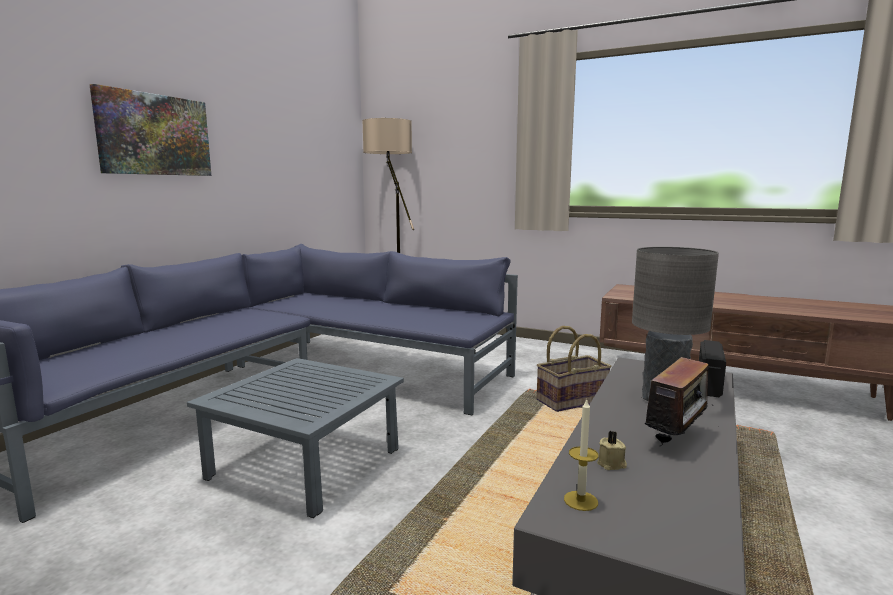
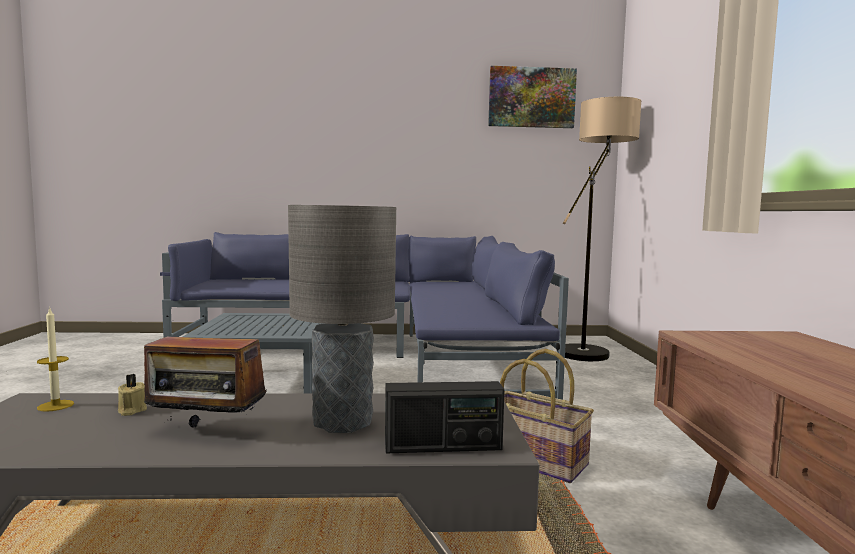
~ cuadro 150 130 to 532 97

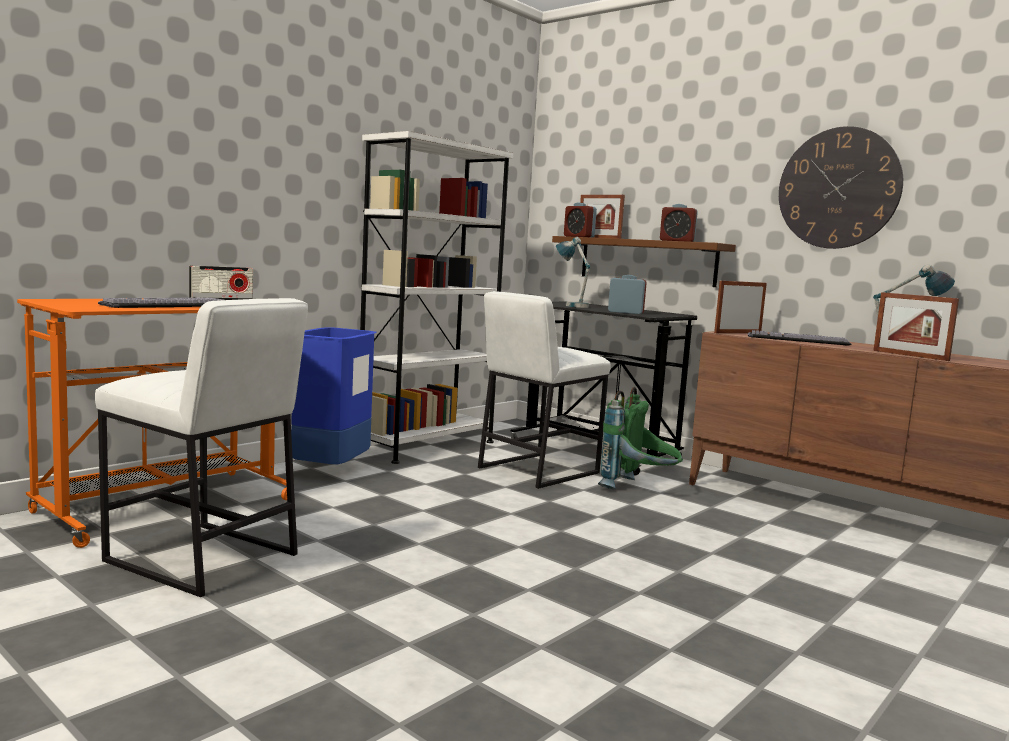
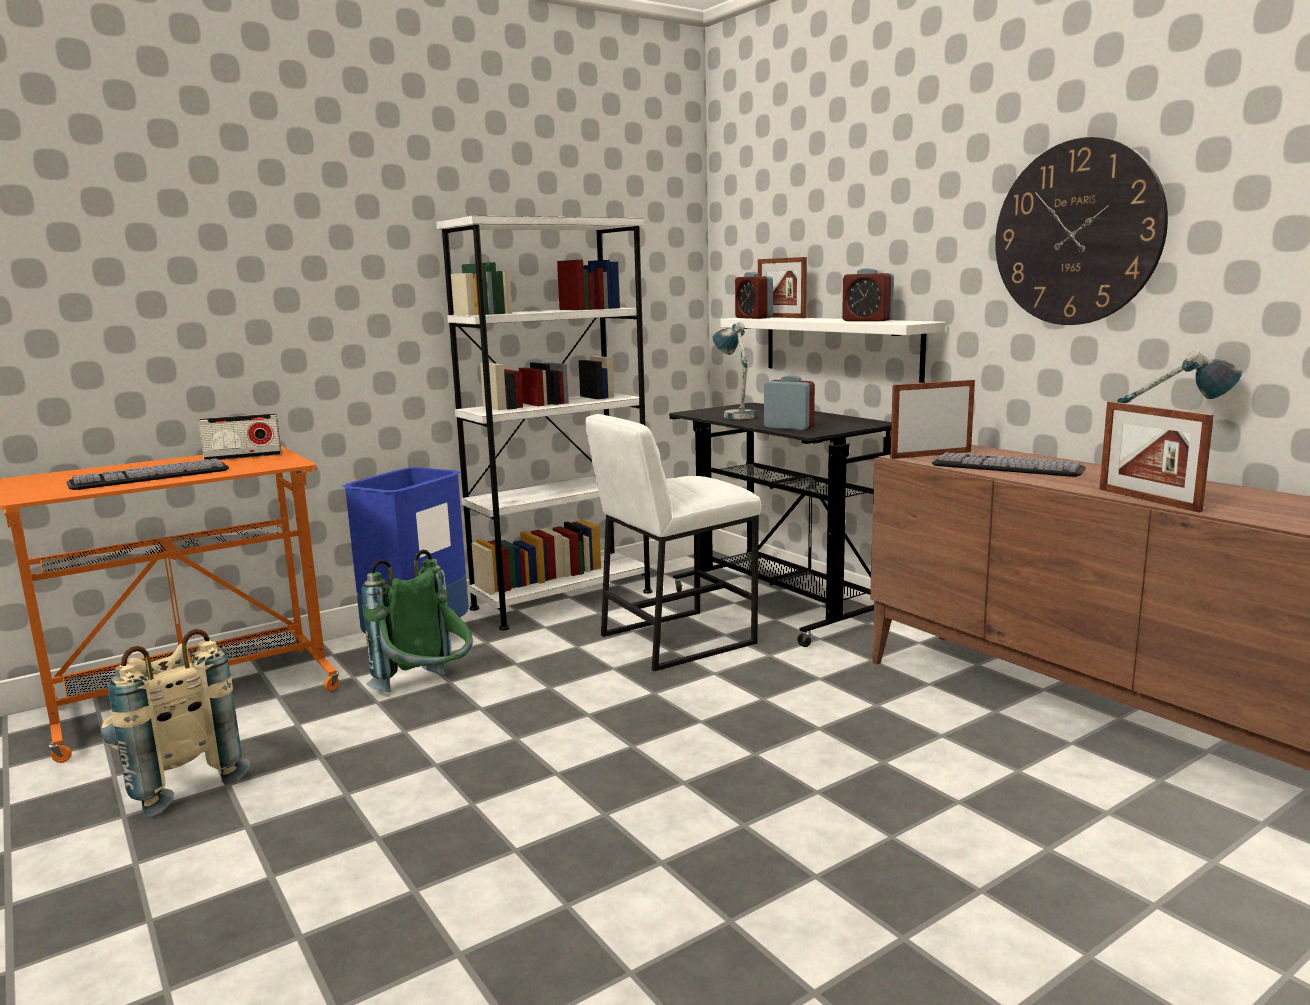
~ silla (blanco) 201 447 to mochila (beis) 175 723
~ estante (marrón) 644 261 to estante (blanco) 833 350
~ mochila (verde) 640 438 to 417 621

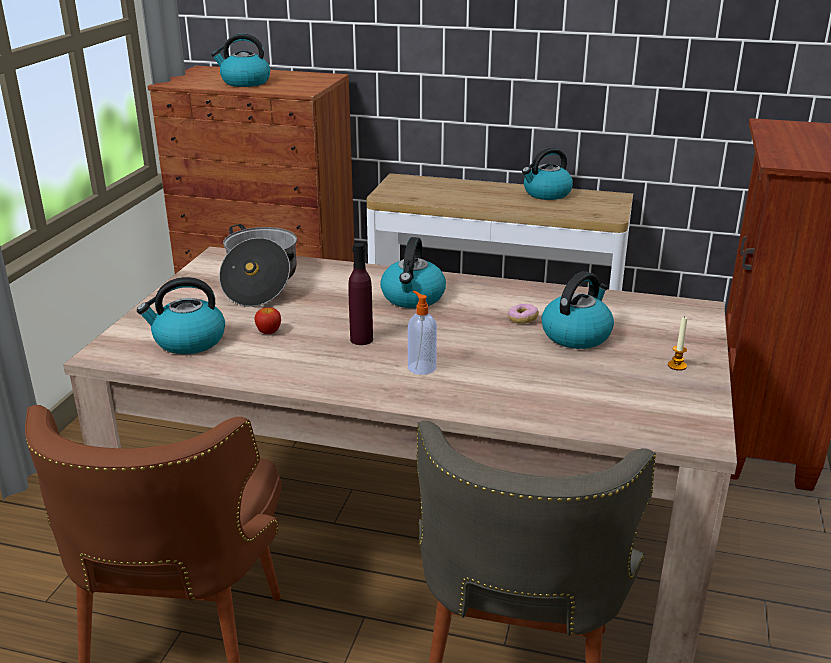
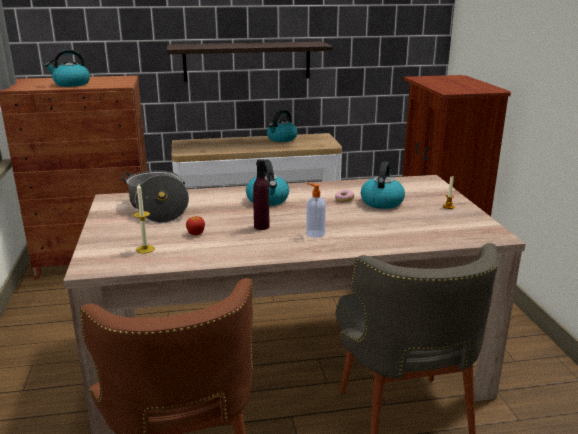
~ hervidor 181 315 to vela 144 218
+ estante 250 62

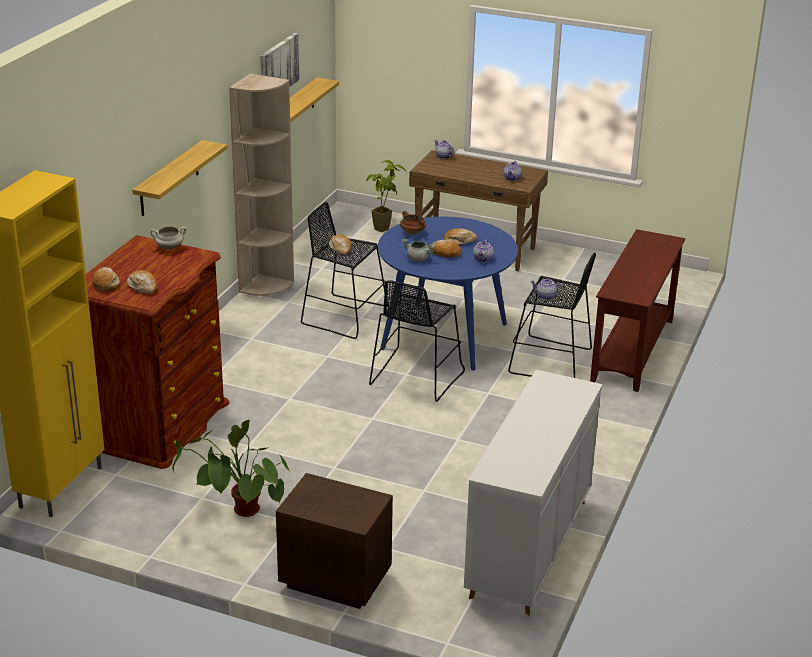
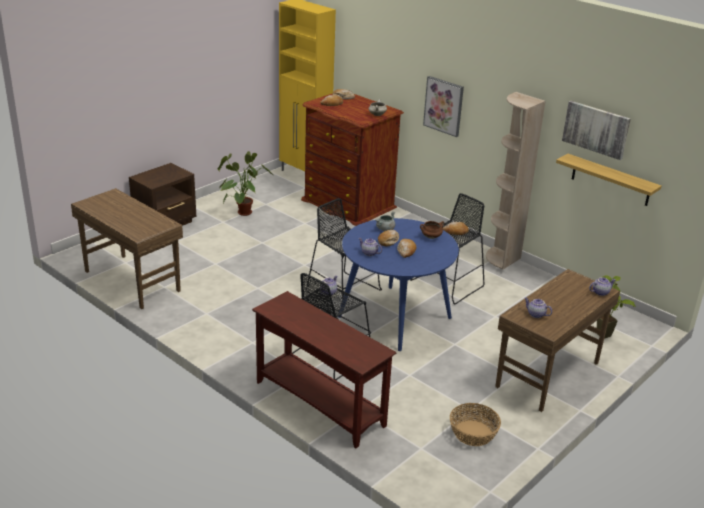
~ estante 180 178 to cuadro 443 106
~ armario (blanco) 533 492 to mesa consola (marrón) 127 248
+ cesta 475 424

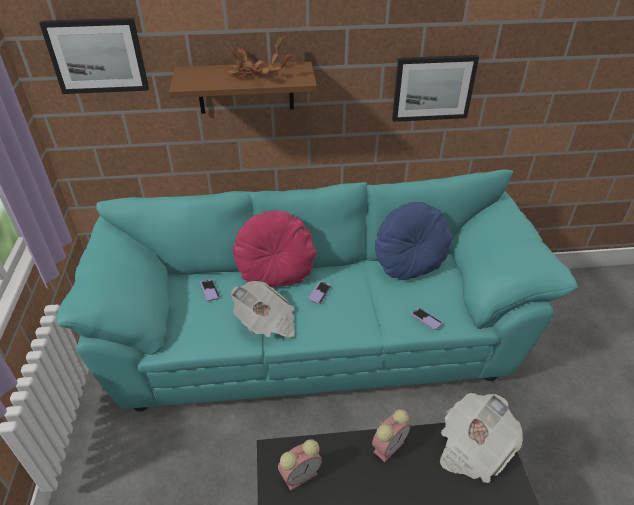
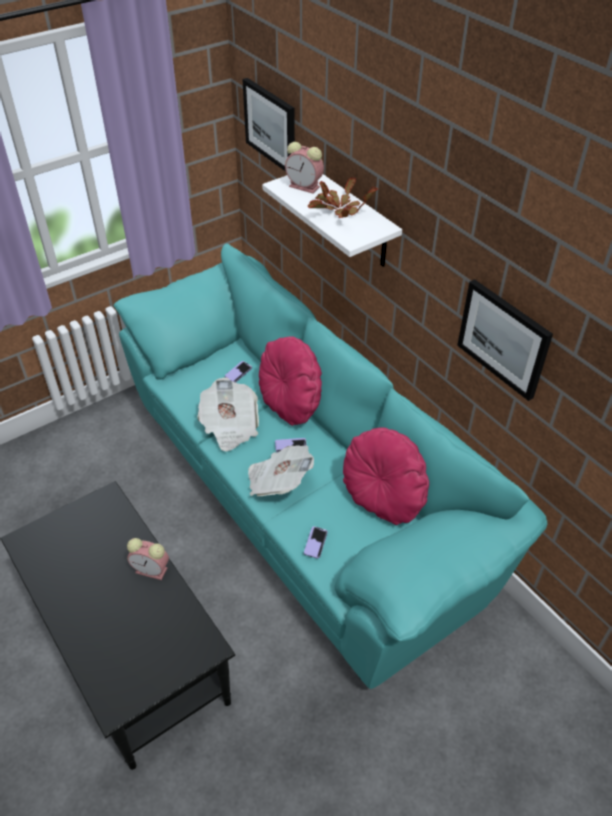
~ estante (marrón) 243 88 to estante (blanco) 332 220
~ despertador 300 465 to 304 167
~ cojín (azul) 414 241 to cojín (rosa) 386 476
~ periódico 481 438 to 281 470

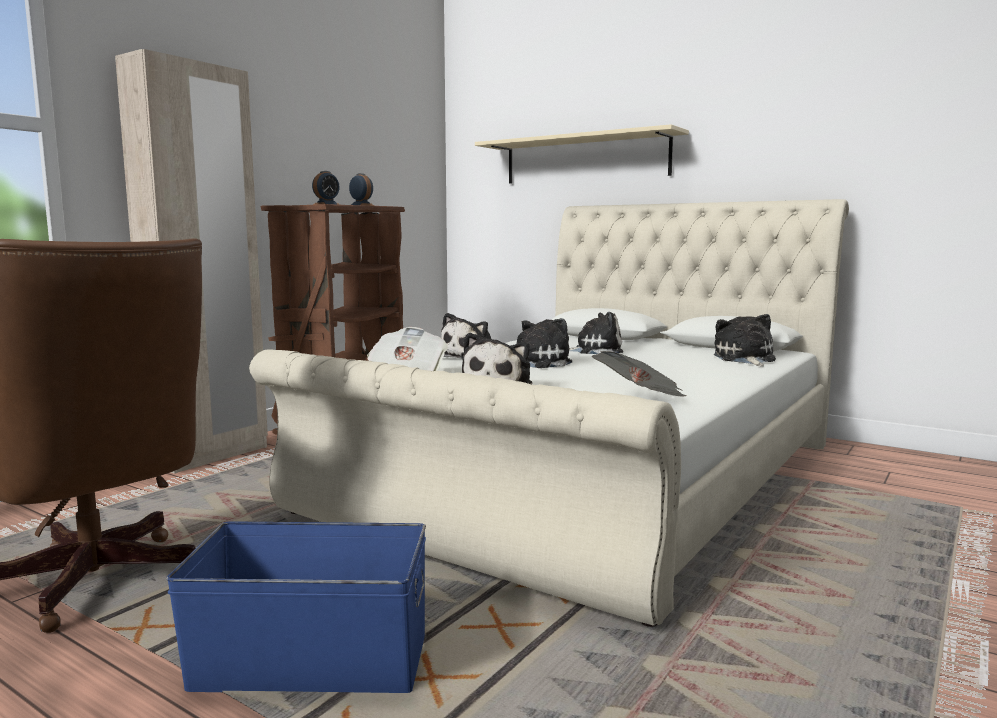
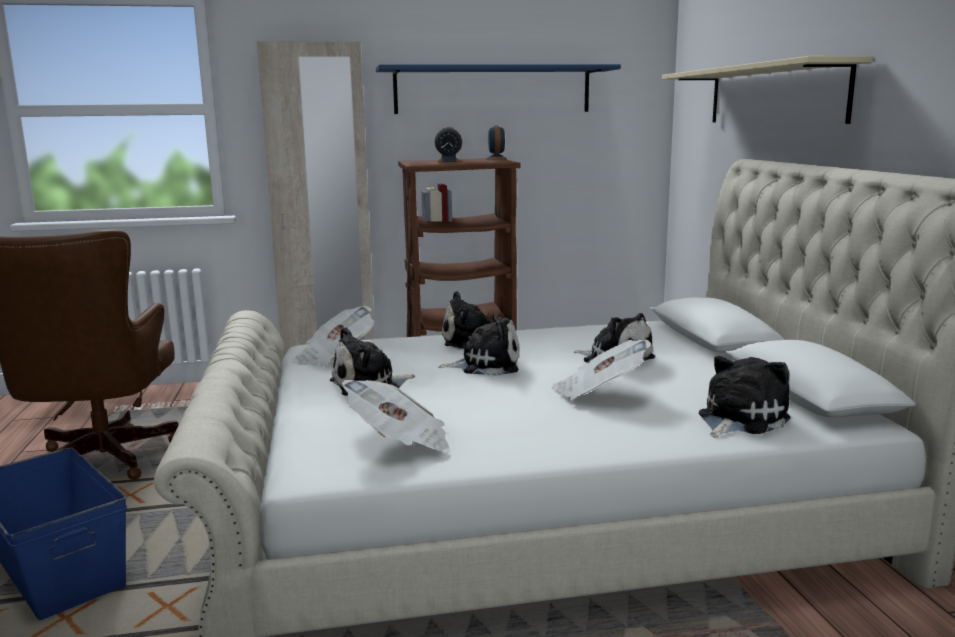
+ estante (azul) 498 89
+ periódico 602 370

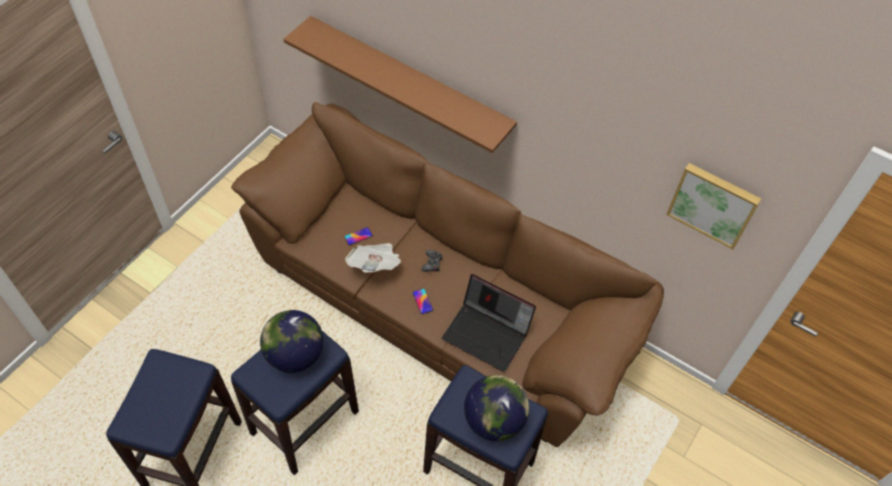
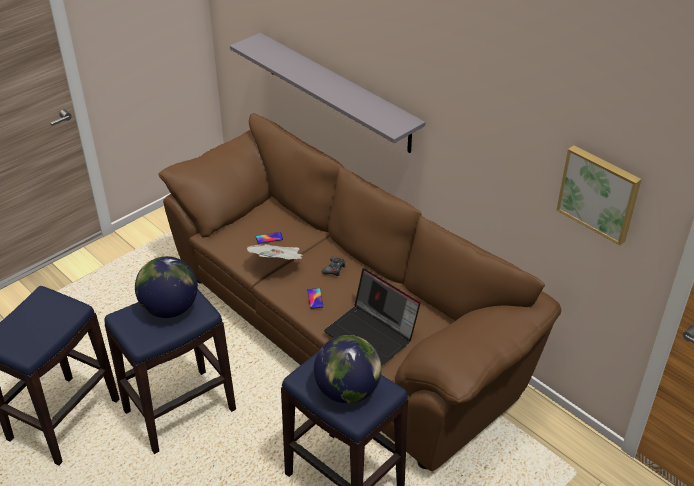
~ estante (marrón) 400 84 to estante (gris) 327 93

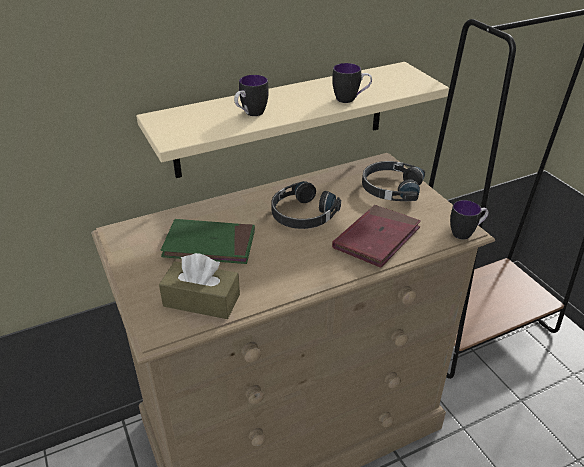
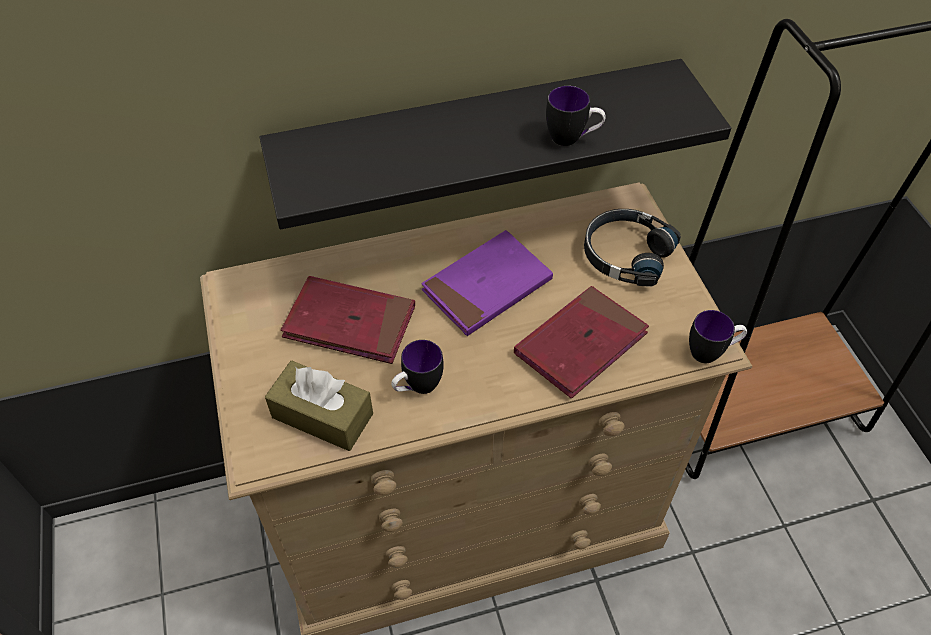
~ estante (beis) 292 120 to estante (negro) 495 144
~ libro (verde) 208 241 to libro (rojo) 348 320
~ taza grande 251 95 to 417 367
~ auriculares (negro) 306 205 to libro (morado) 487 283

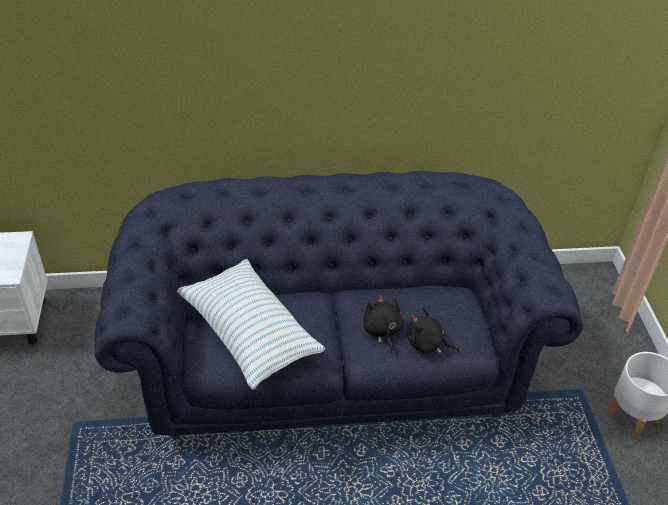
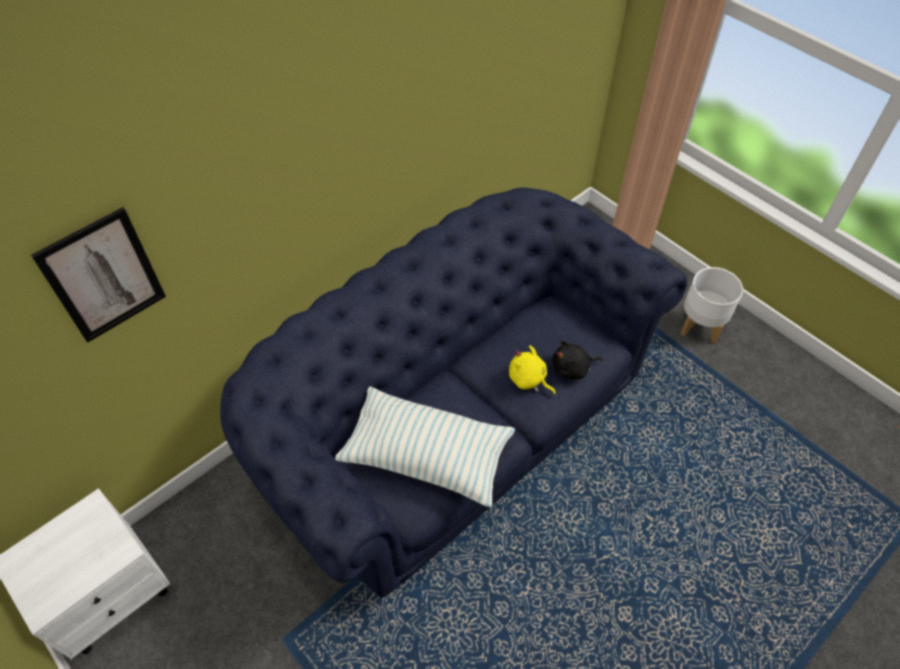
~ peluche (negro) 383 323 to peluche (amarillo) 532 370
+ cuadro 98 275

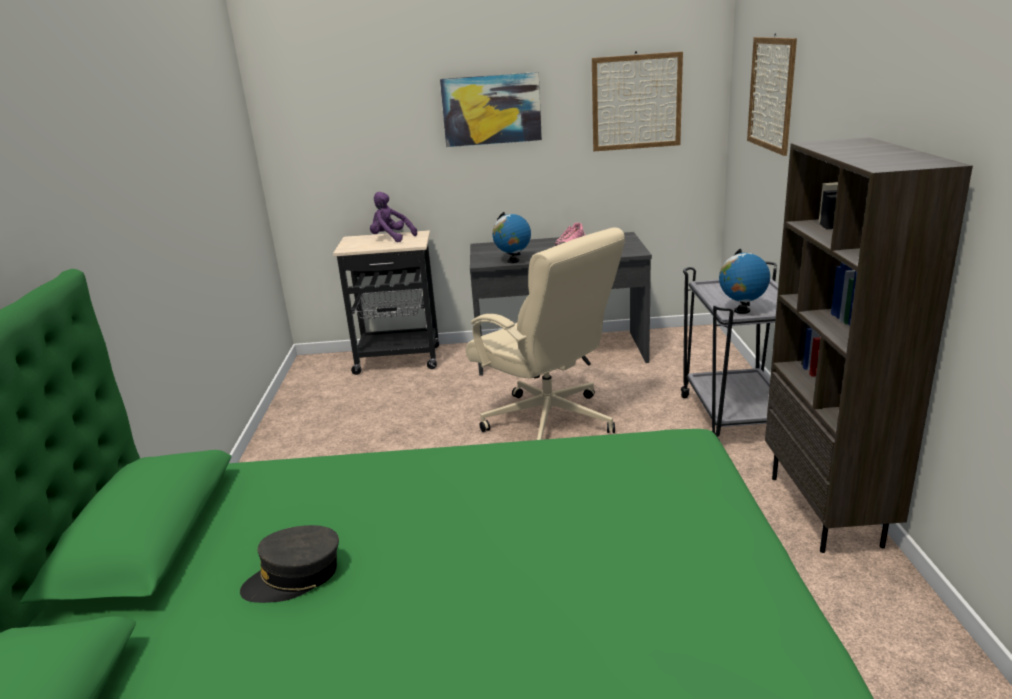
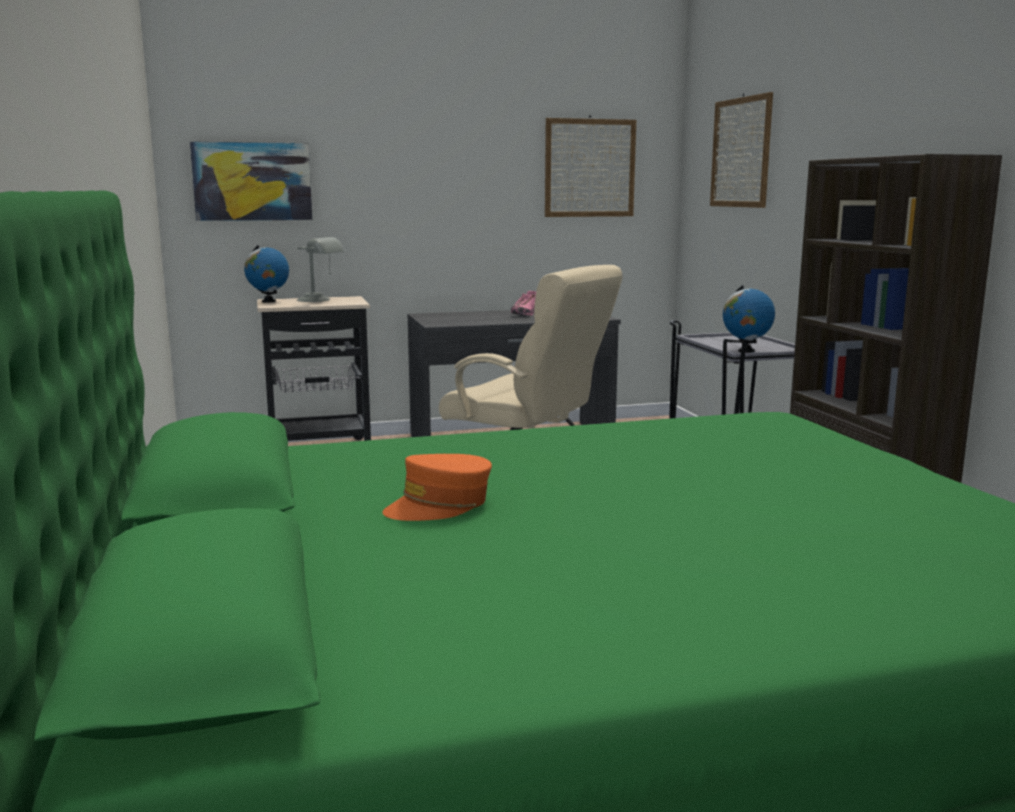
~ gorra (gris) 289 564 to gorra (naranja) 437 487
~ peluche (morado) 393 217 to lámpara de mesa (gris) 320 269
~ cuadro 491 109 to 251 181
~ globo terráqueo 511 237 to 266 274

